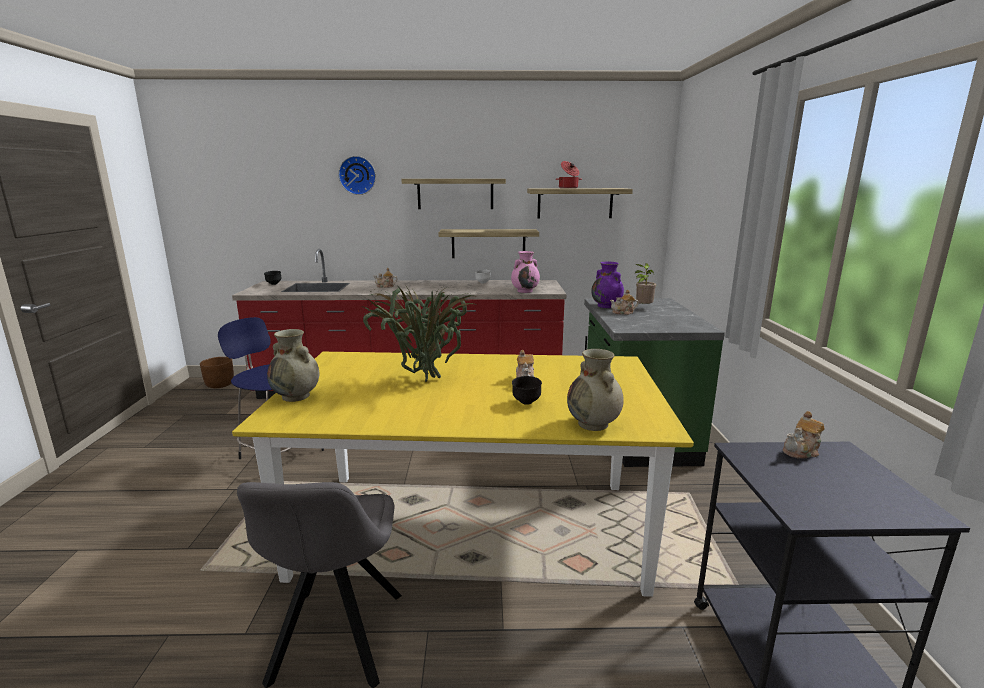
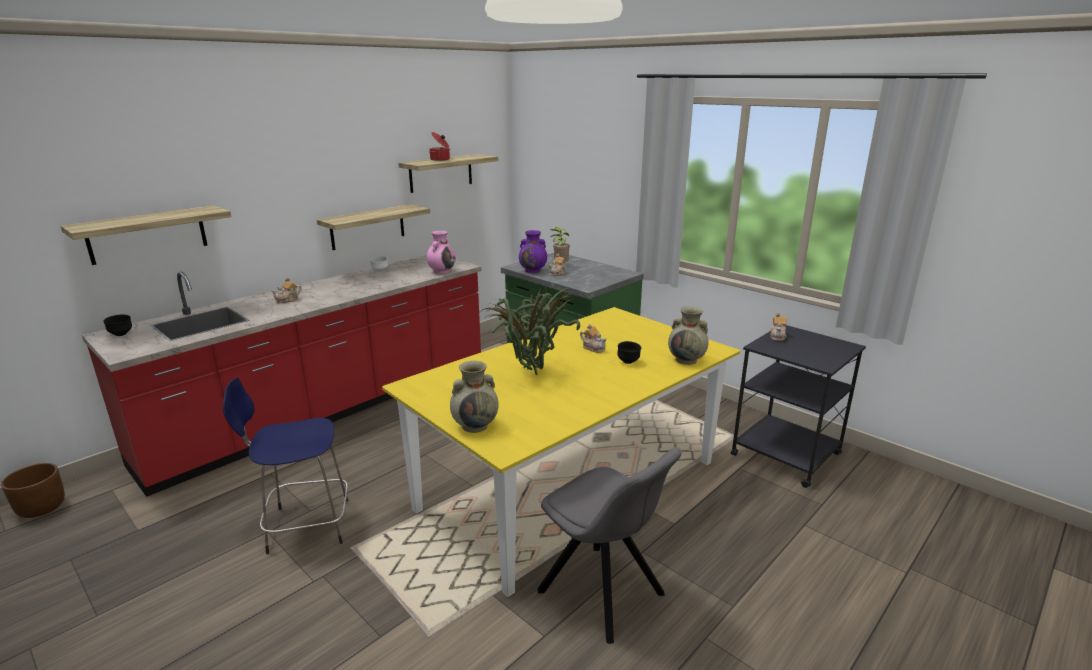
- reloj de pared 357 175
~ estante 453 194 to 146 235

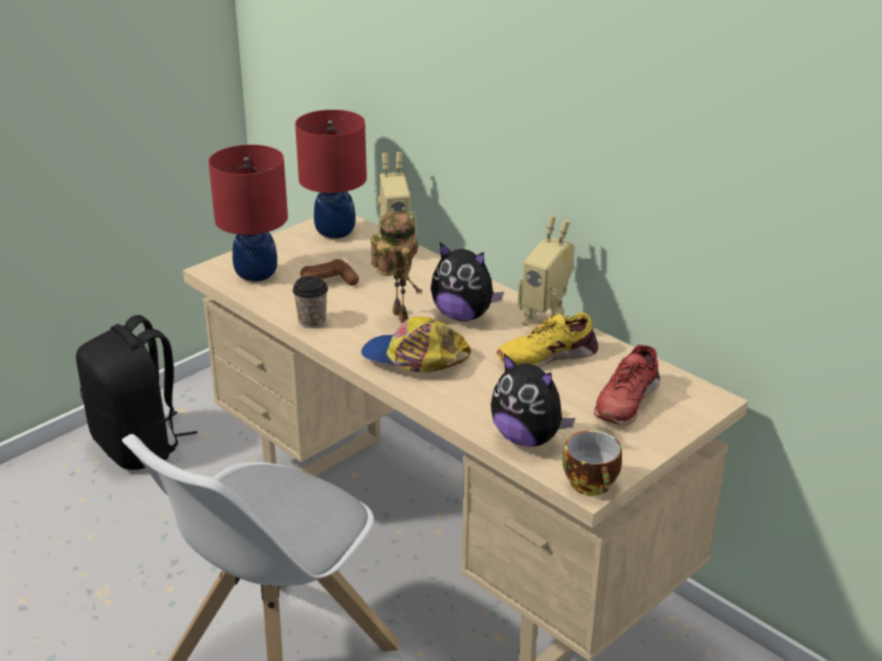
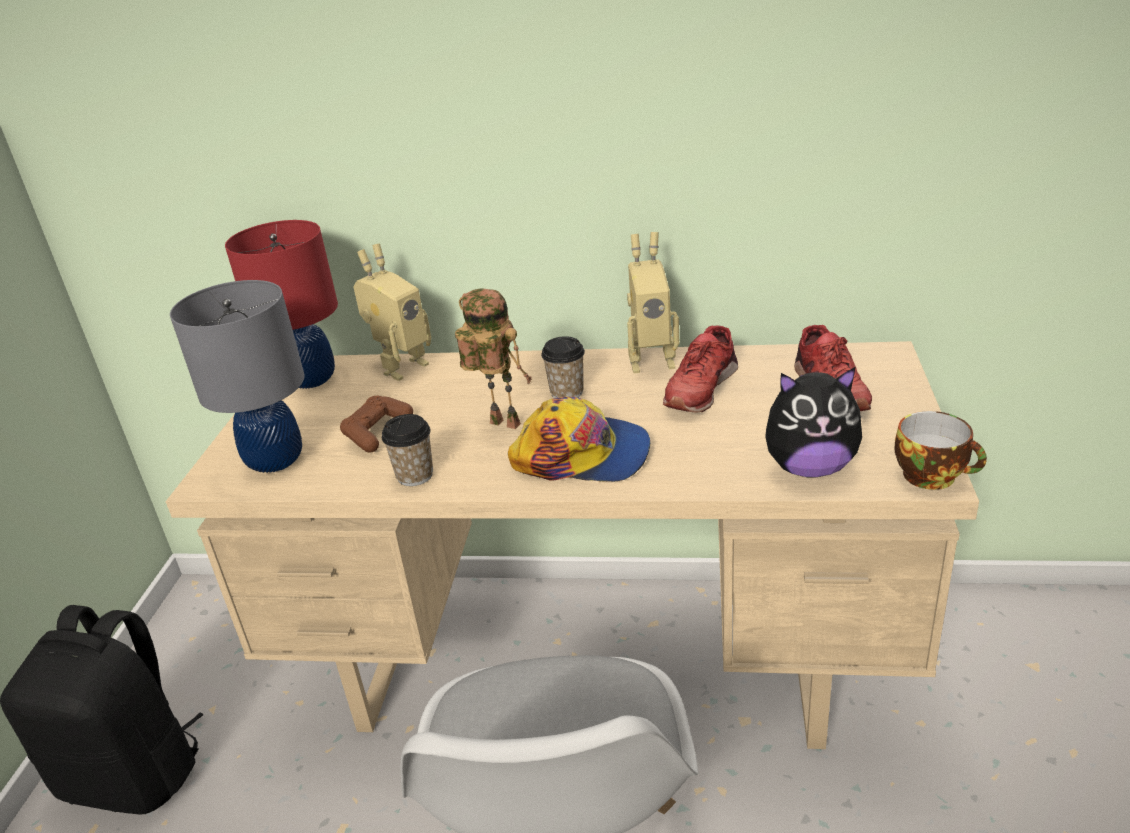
~ lámpara de mesa (rojo) 248 213 to lámpara de mesa (gris) 237 376
~ gorra 416 345 = 579 439 150 degrees counterclockwise
~ peluche 467 281 to taza 563 367
~ zapato (amarillo) 547 340 to zapato (rojo) 700 369

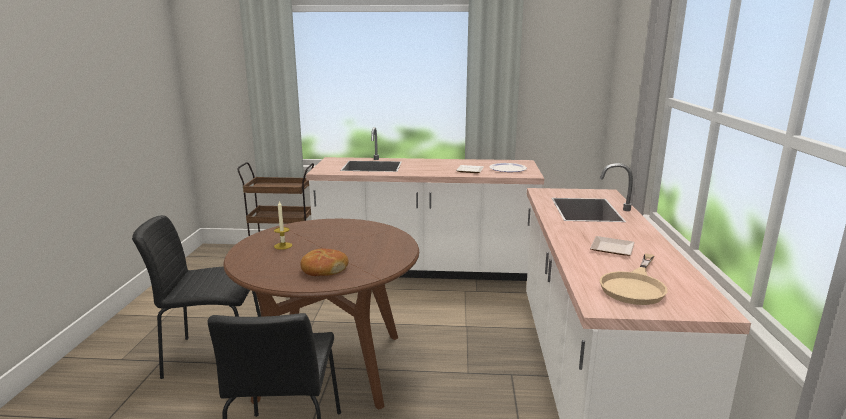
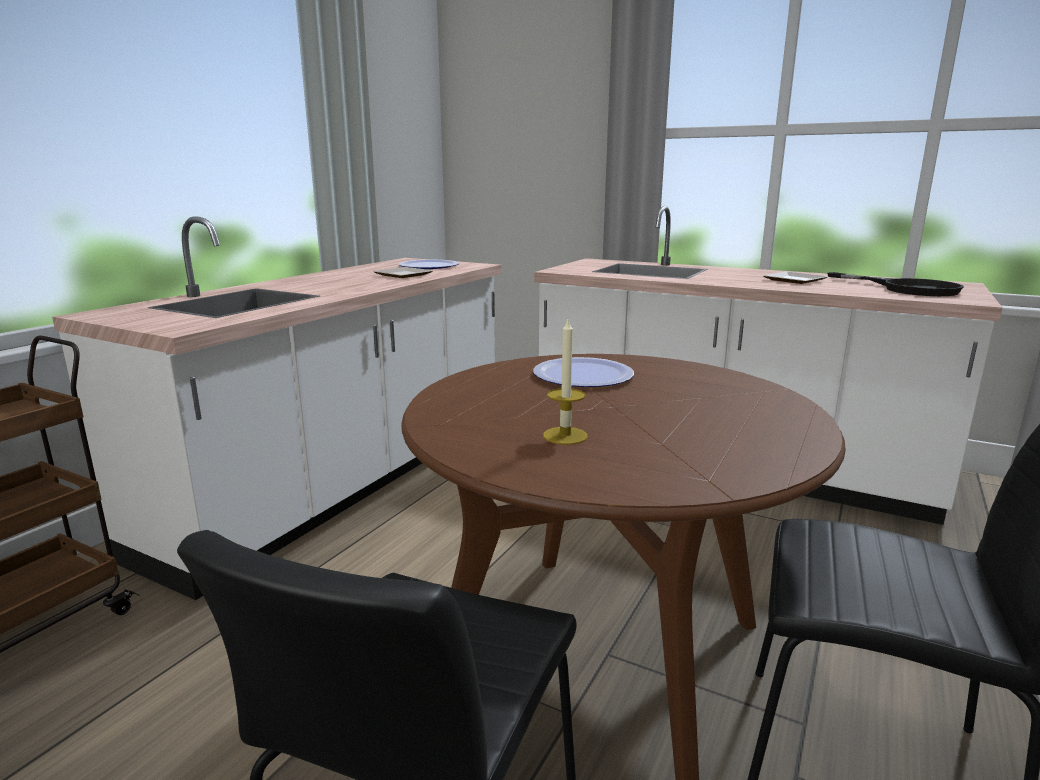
- pan 324 262
~ sartén (beis) 633 279 to sartén (negro) 895 284
+ plato 583 372

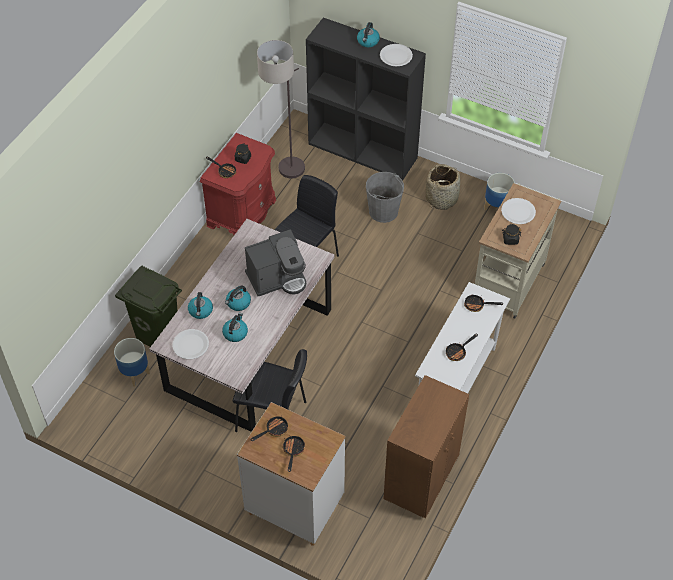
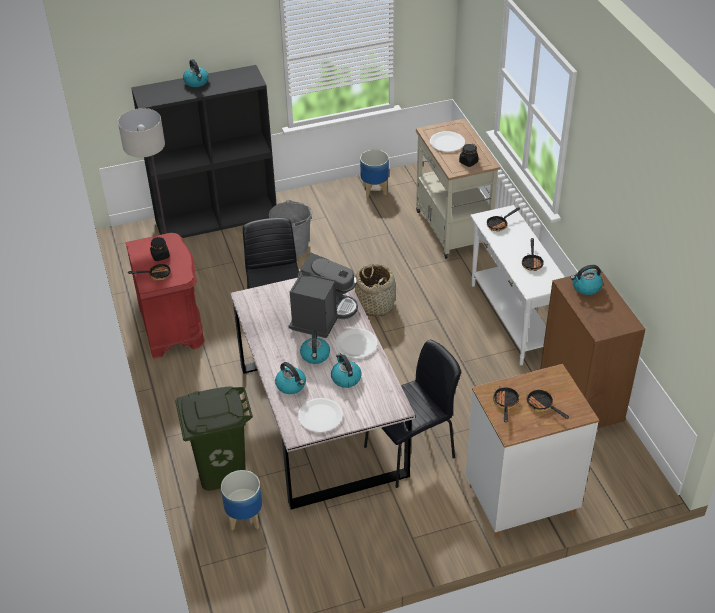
~ plato (blanco) 396 55 to 356 343
~ cesta 442 187 to 375 290
+ hervidor 586 280

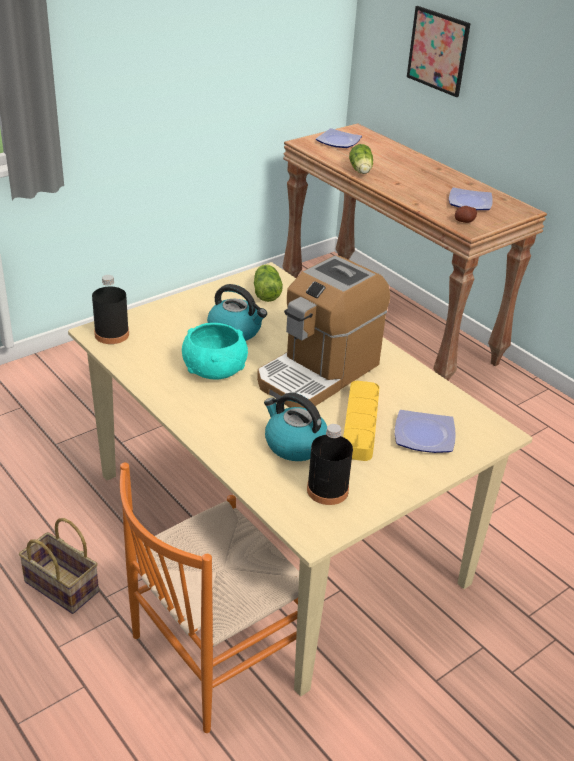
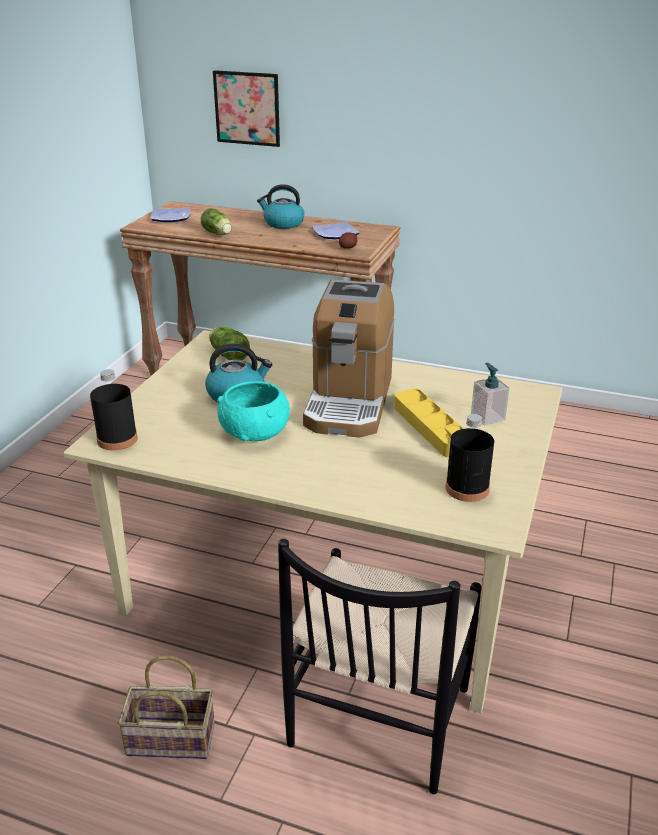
~ silla (naranja) 209 598 to silla (negro) 380 666
~ hervidor 295 427 to 280 206
~ plato 425 431 to dispensador de jabón 490 394

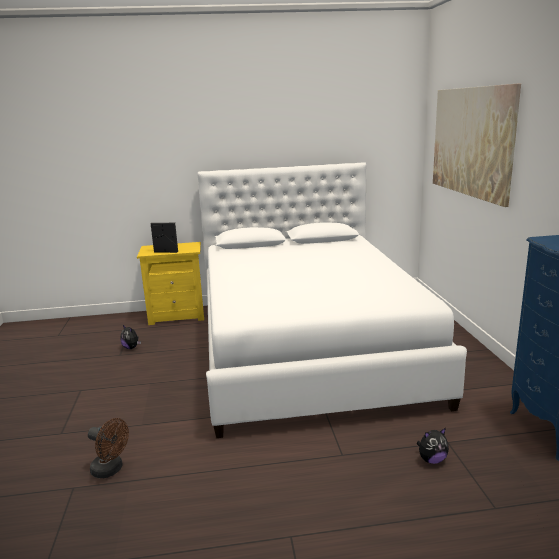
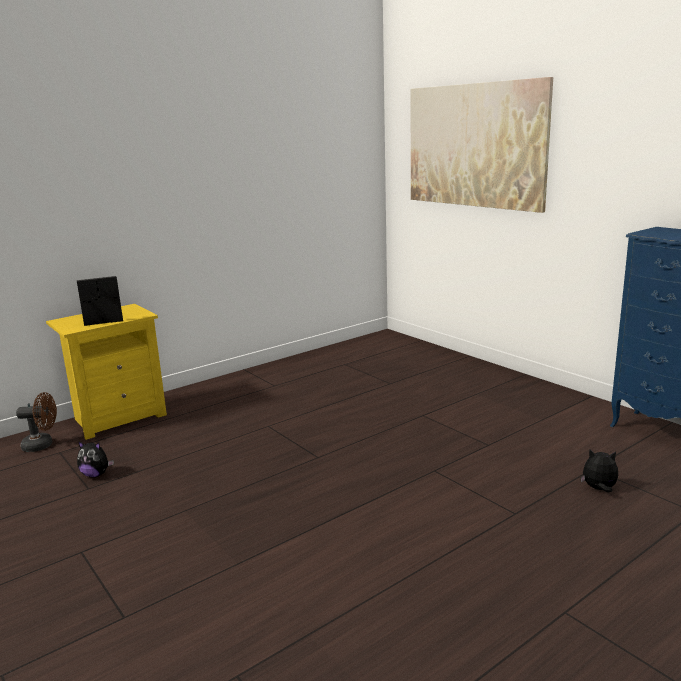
~ ventilador (marrón) 108 448 to 36 422
- cama (blanco) 332 300
~ peluche 432 446 = 599 470 120 degrees counterclockwise

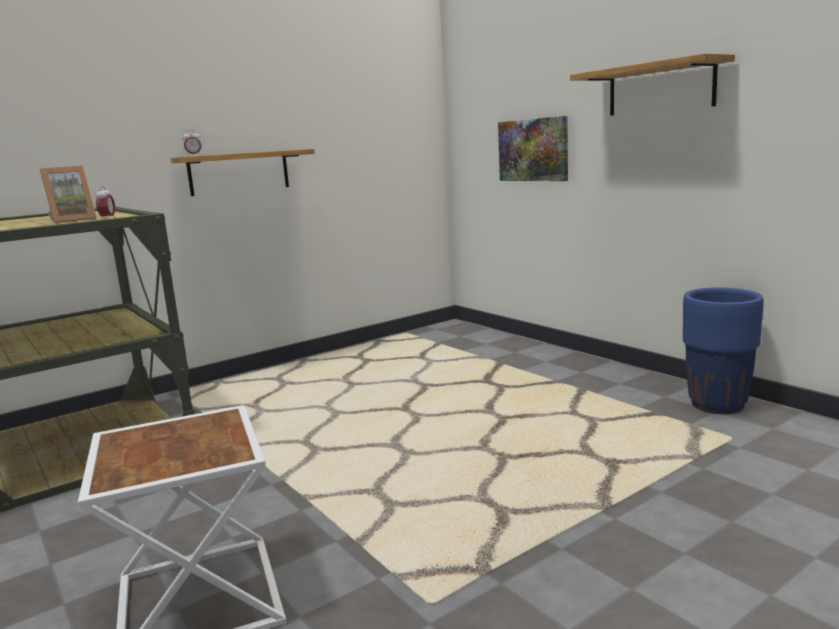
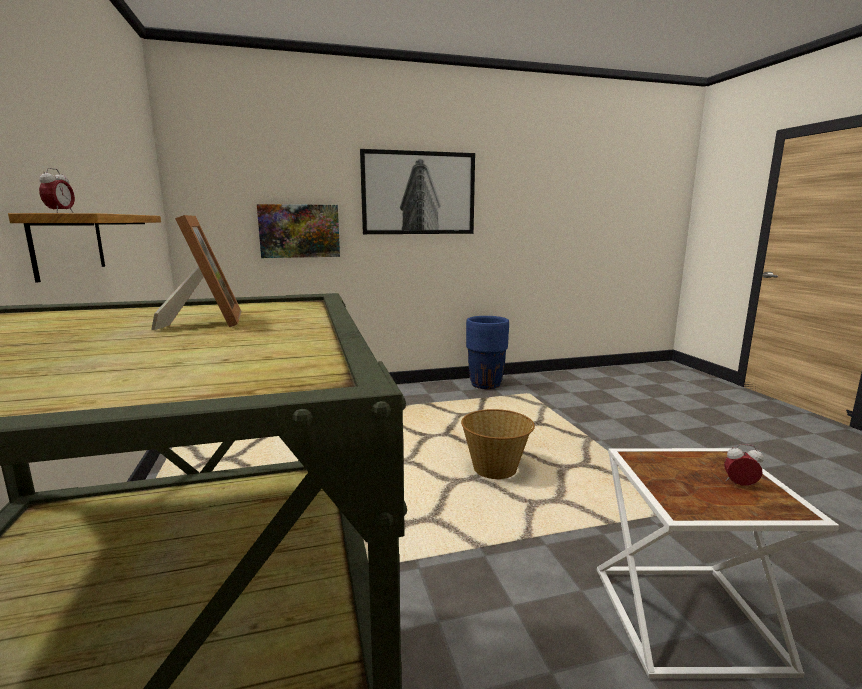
~ despertador 105 202 to 744 465
~ estante 652 84 to cuadro 417 191
+ cesta 498 444

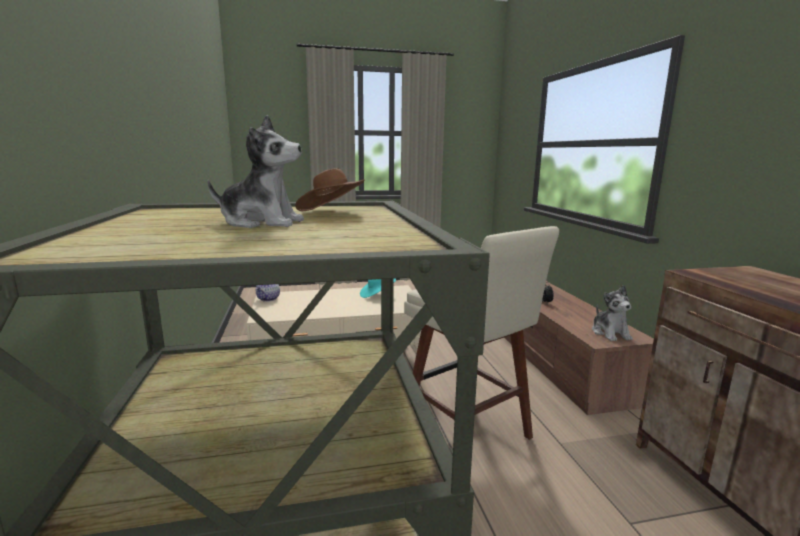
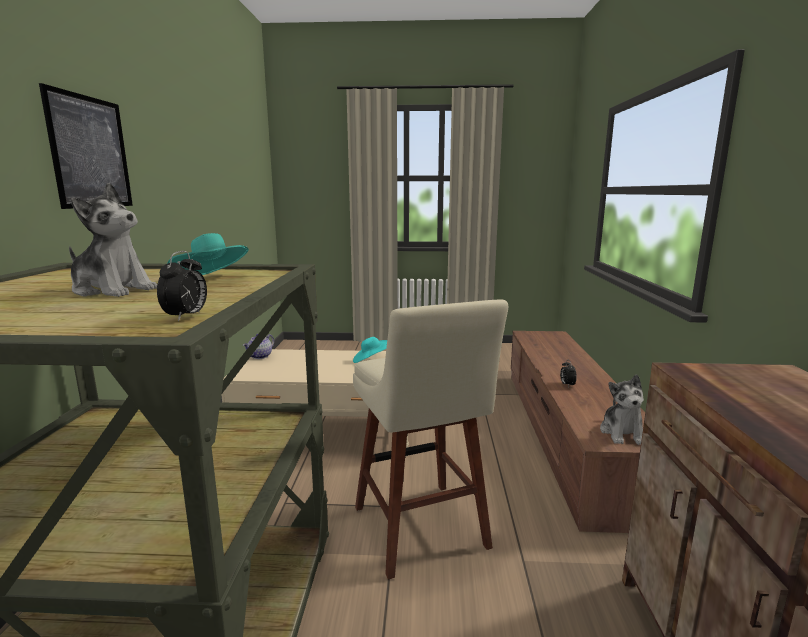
~ sombrero (marrón) 330 189 to sombrero (turquesa) 208 254
+ cuadro 86 146
+ despertador 182 286

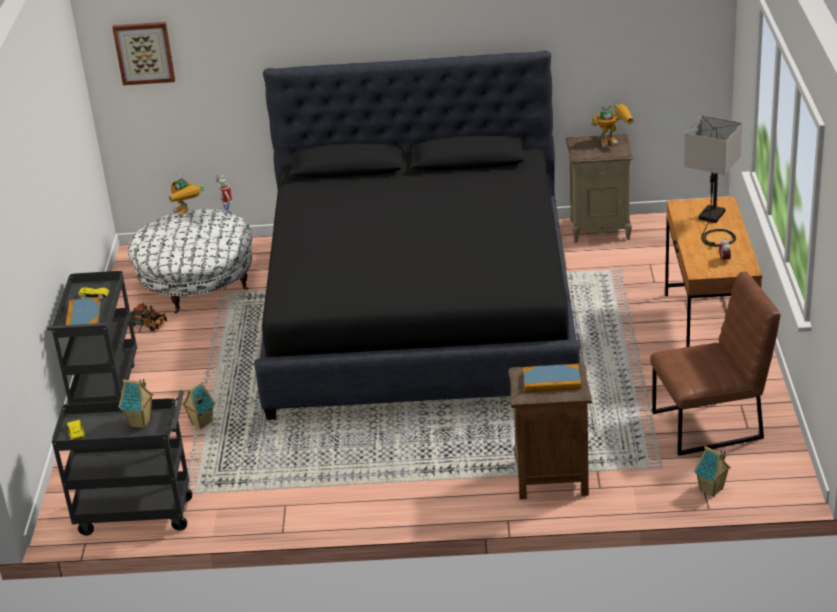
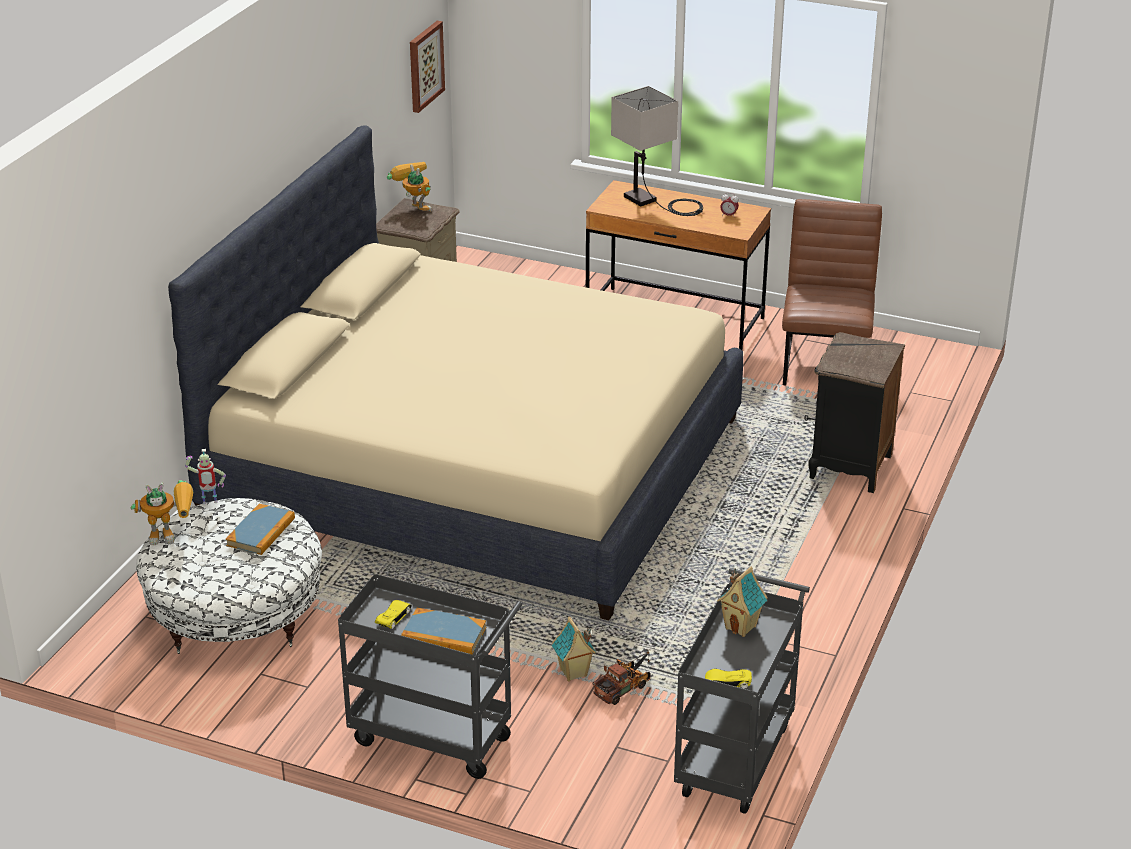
~ cuadro 143 53 to 427 67
~ camión de juguete 149 317 to 621 678
~ cama (negro) 417 235 to cama (beis) 455 372
~ mesita de noche (beis) 550 431 to mesita de noche (negro) 855 412
~ libro 552 378 to 260 529
~ robot de juguete 612 126 = 409 186 45 degrees counterclockwise
- casita 712 471

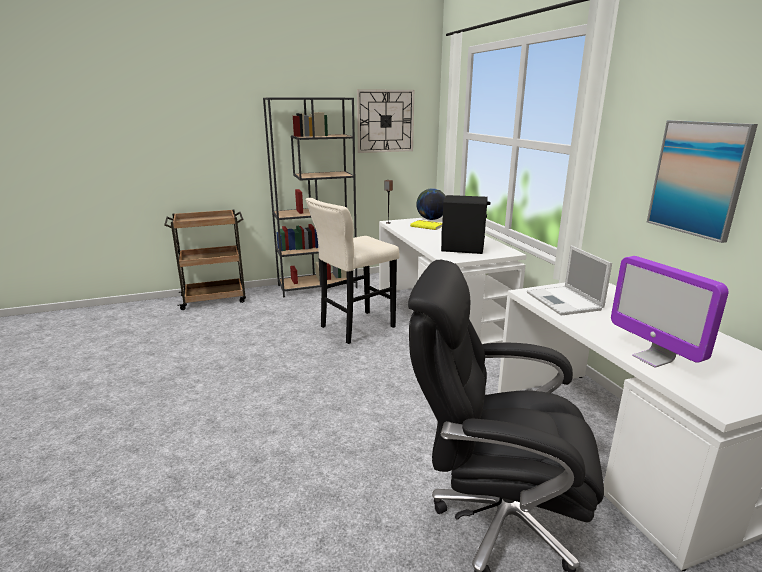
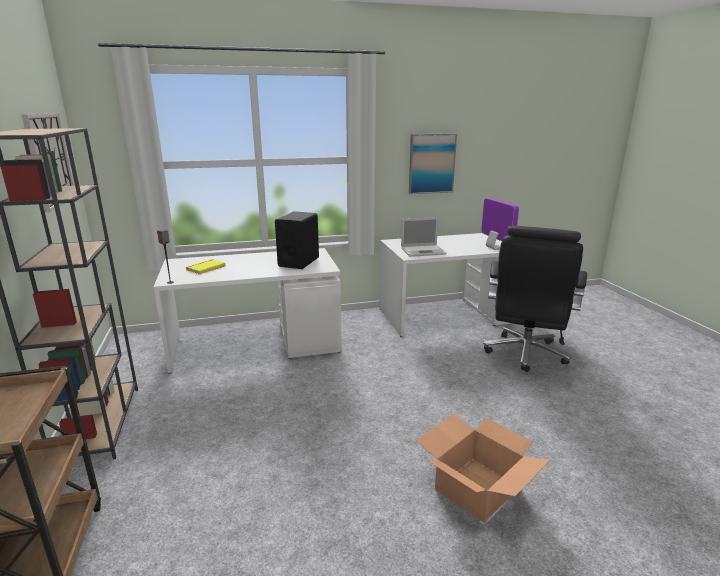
- taburete (beis) 352 271
- globo terráqueo 431 204
~ monitor 670 312 = 500 224 90 degrees counterclockwise
+ caja de cartón 483 468

